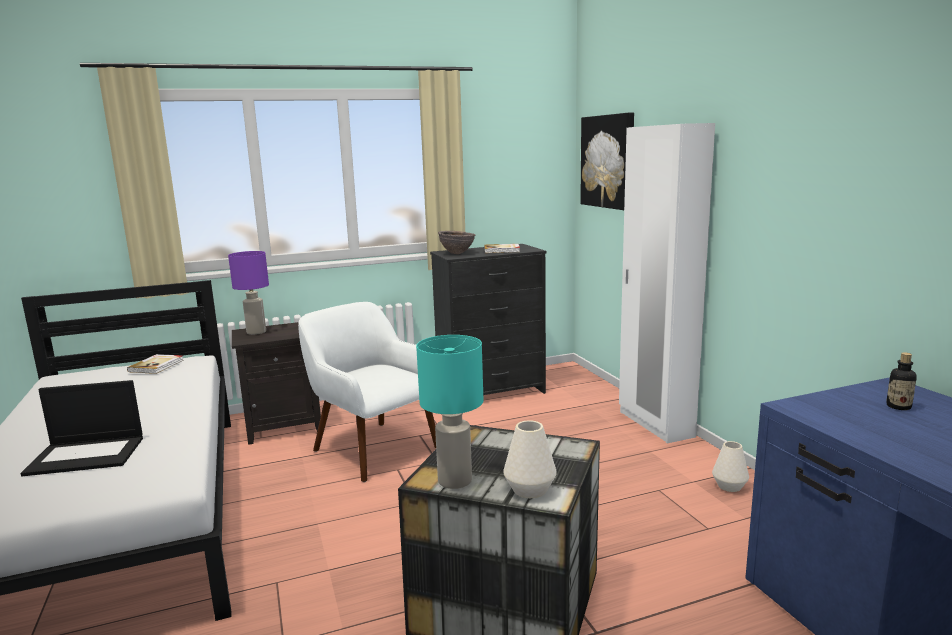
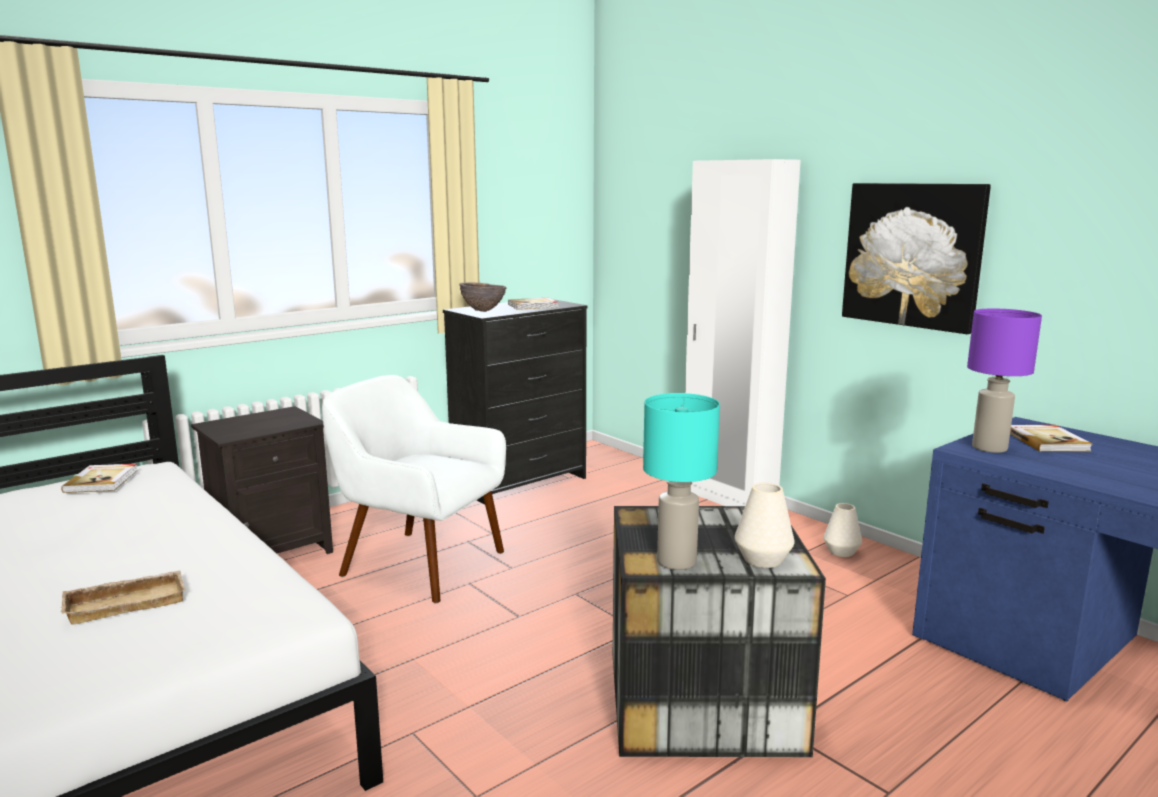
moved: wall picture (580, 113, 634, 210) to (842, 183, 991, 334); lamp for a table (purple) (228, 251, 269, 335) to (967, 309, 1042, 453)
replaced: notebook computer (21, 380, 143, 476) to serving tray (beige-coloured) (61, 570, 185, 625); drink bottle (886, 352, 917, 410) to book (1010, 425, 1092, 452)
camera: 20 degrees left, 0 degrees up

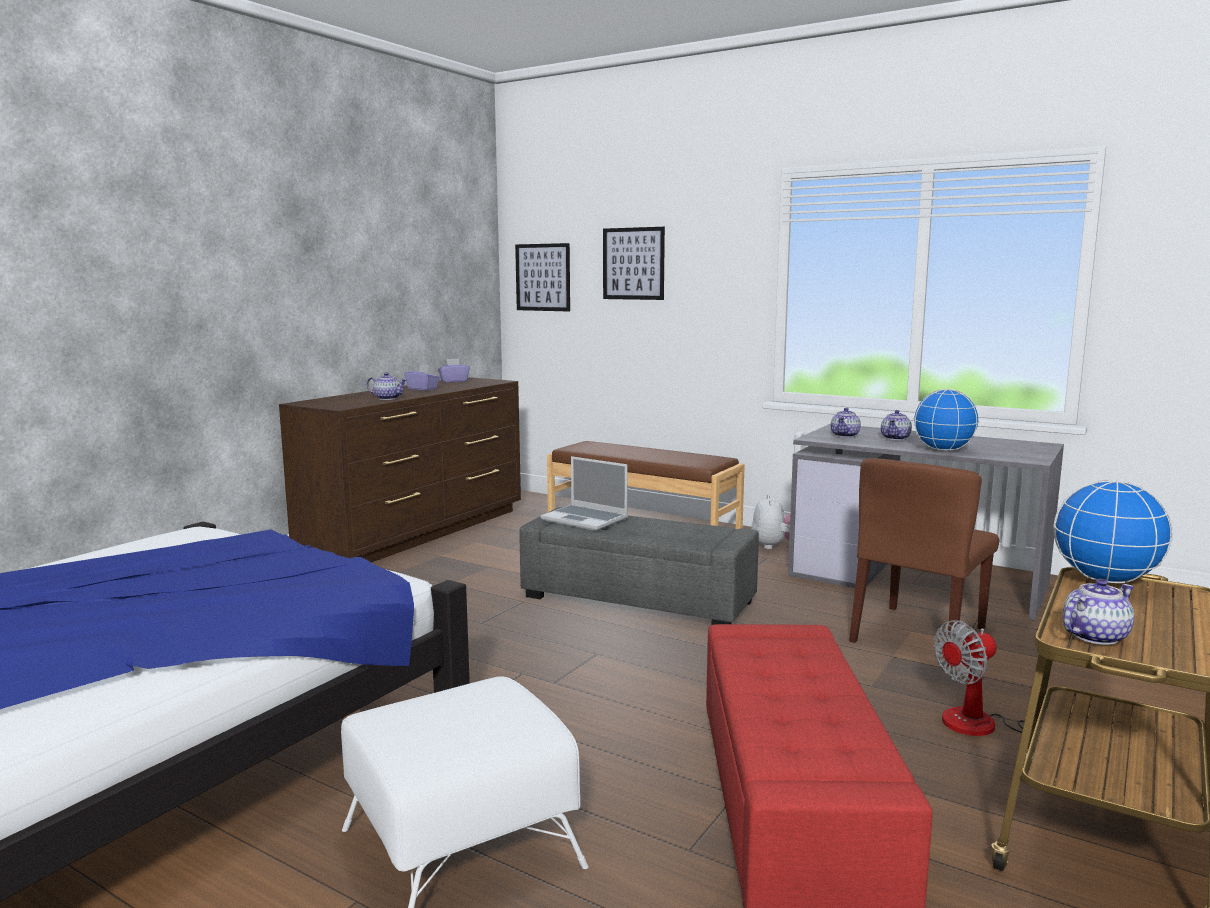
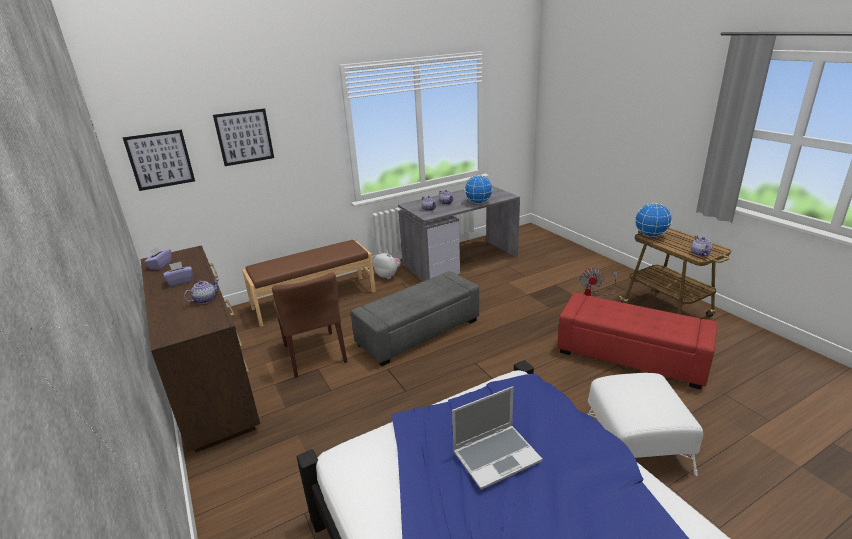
moved: upright chair (brown) (849, 458, 999, 668) to (272, 272, 348, 378); notebook computer (541, 456, 628, 531) to (452, 386, 543, 490)
camera: 60 degrees left, 15 degrees up

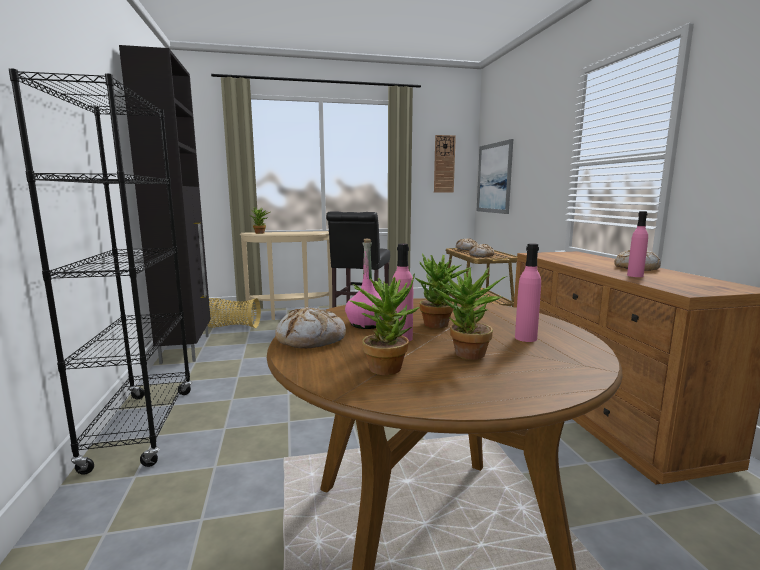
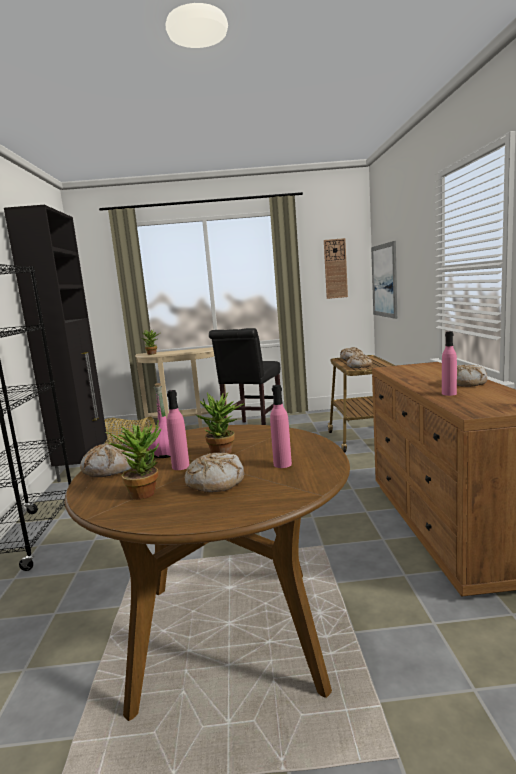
replaced: plant in a pot (434, 266, 505, 360) to bread (185, 453, 244, 492)
camera: 10 degrees right, 0 degrees up

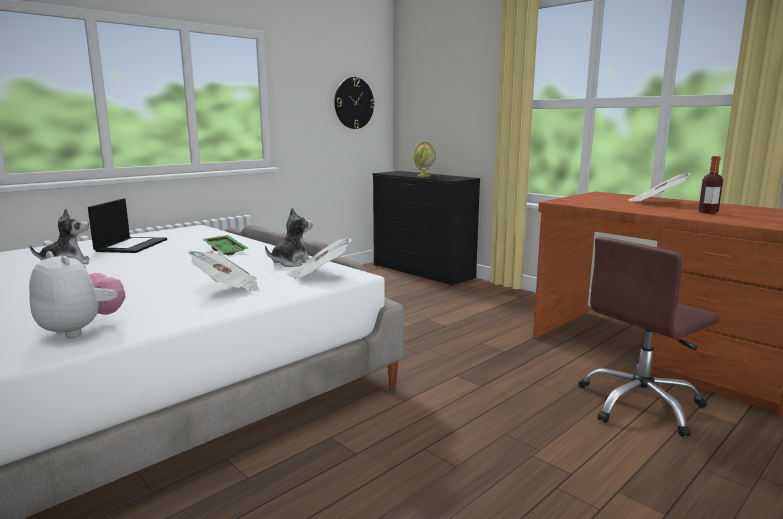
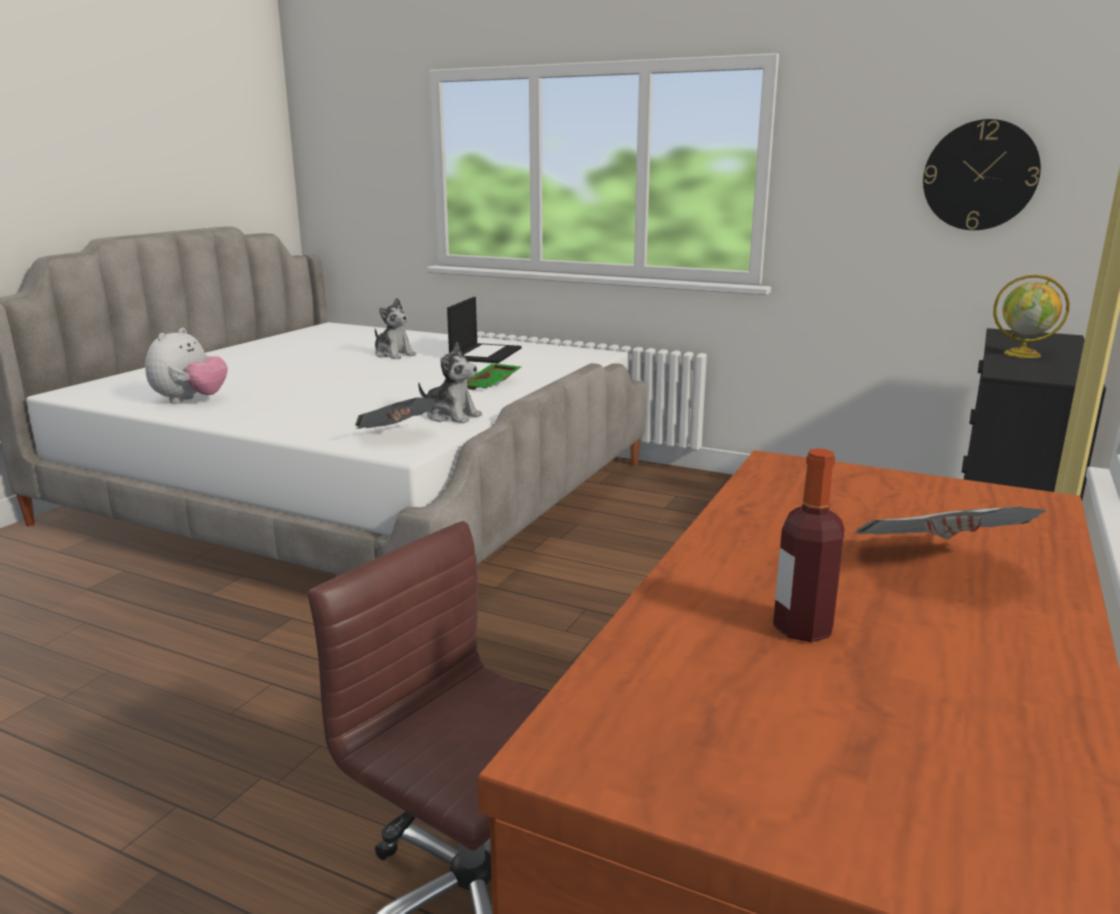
removed: printed paper (188, 251, 260, 292)
turned: notebook computer (88, 198, 167, 253) = (447, 297, 521, 363) 60 degrees counterclockwise
camera: 70 degrees right, 5 degrees up

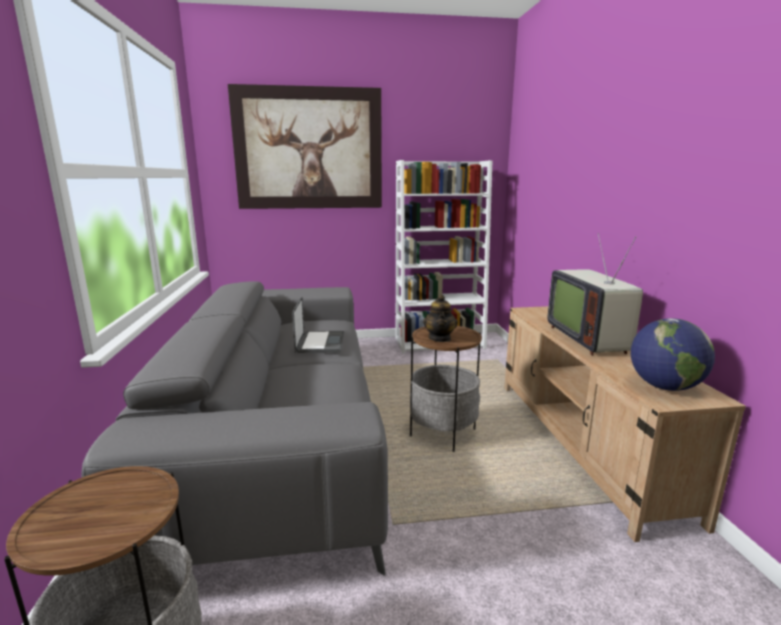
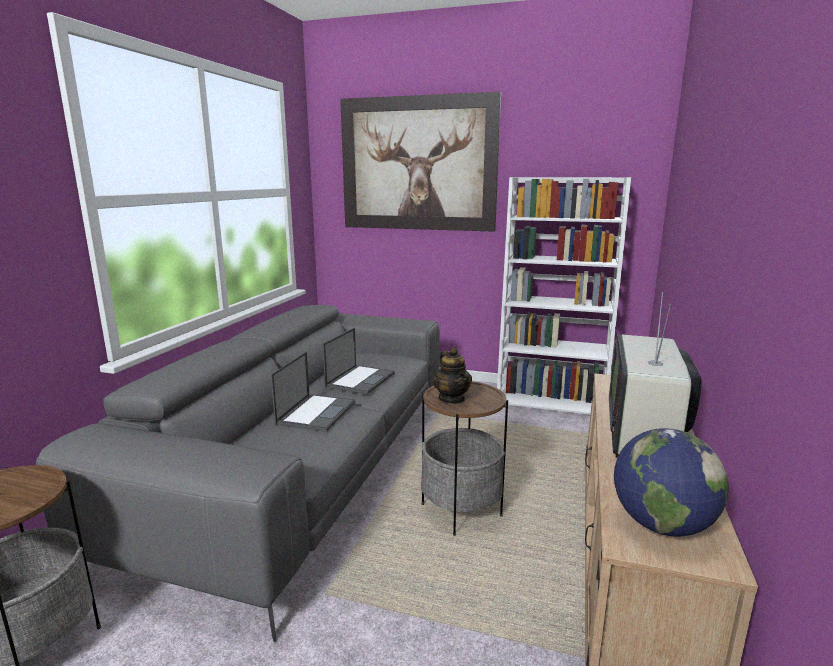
added: notebook computer (271, 352, 355, 432)
turned: teapot (423, 295, 458, 342) = (433, 348, 472, 404) 45 degrees counterclockwise
camera: 25 degrees right, 0 degrees up

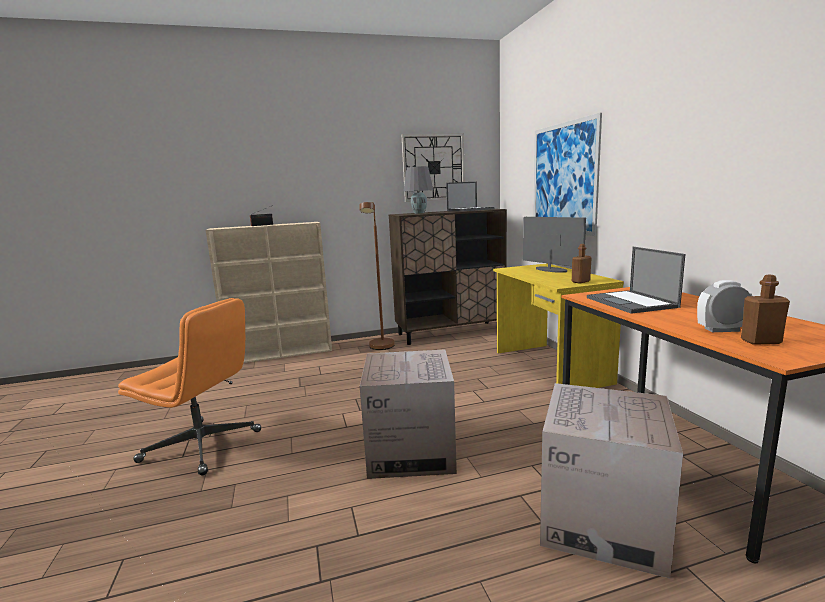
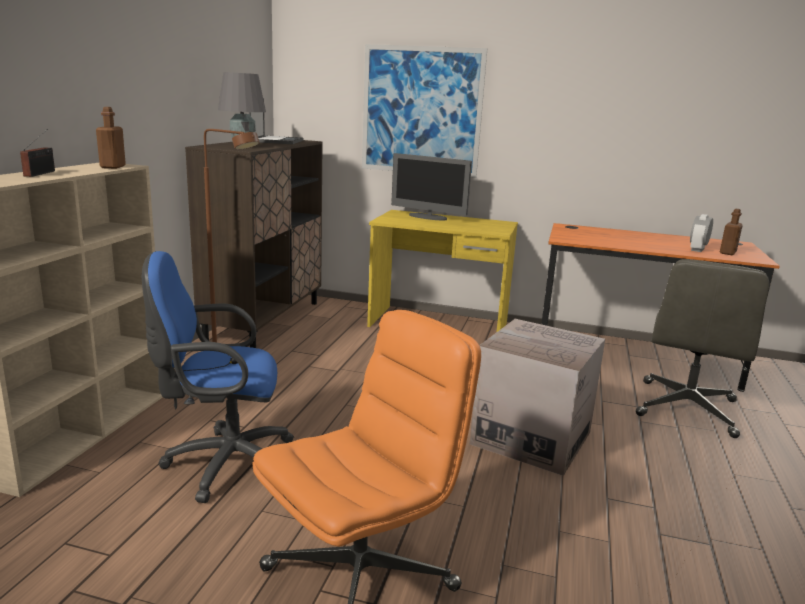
removed: clock on the wall (402, 133, 465, 202); notebook computer (587, 247, 685, 314)
added: computer chair (blue-coloured) (142, 251, 294, 503)
moved: drink bottle (brown) (572, 244, 591, 284) to (96, 107, 126, 169)
replaced: carton (540, 383, 683, 578) to computer chair (greyish) (636, 259, 769, 438)
turned: computer display (523, 217, 586, 273) = (391, 153, 472, 220) 150 degrees counterclockwise
camera: 60 degrees left, 5 degrees up

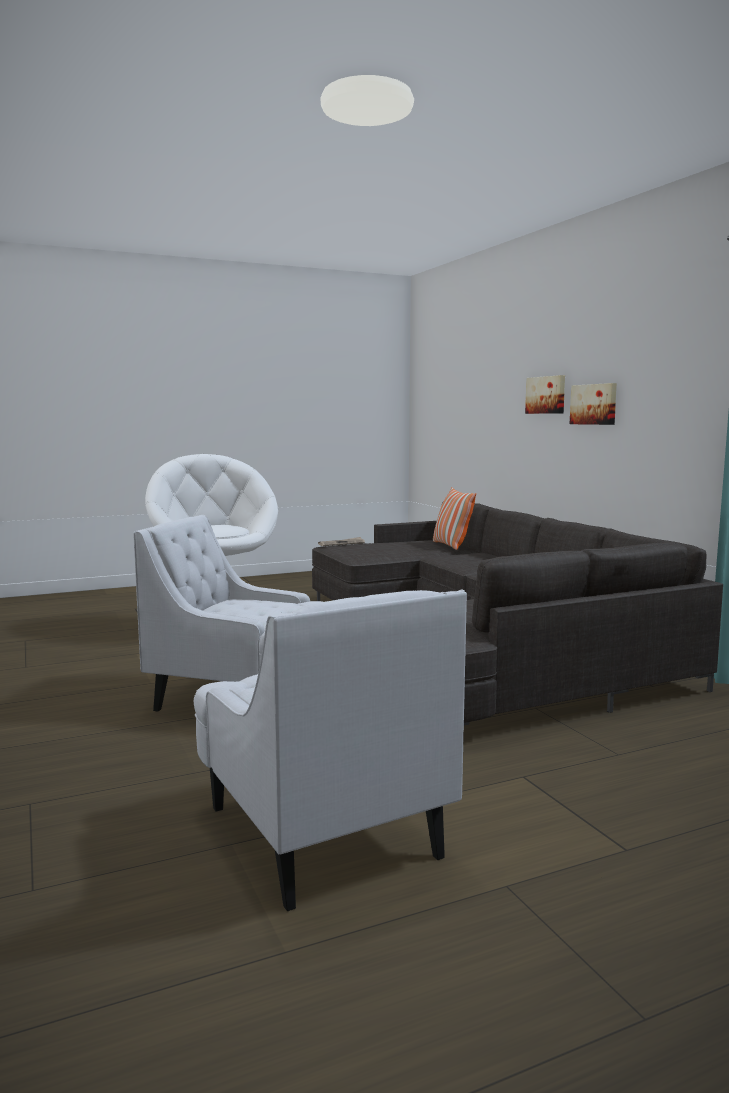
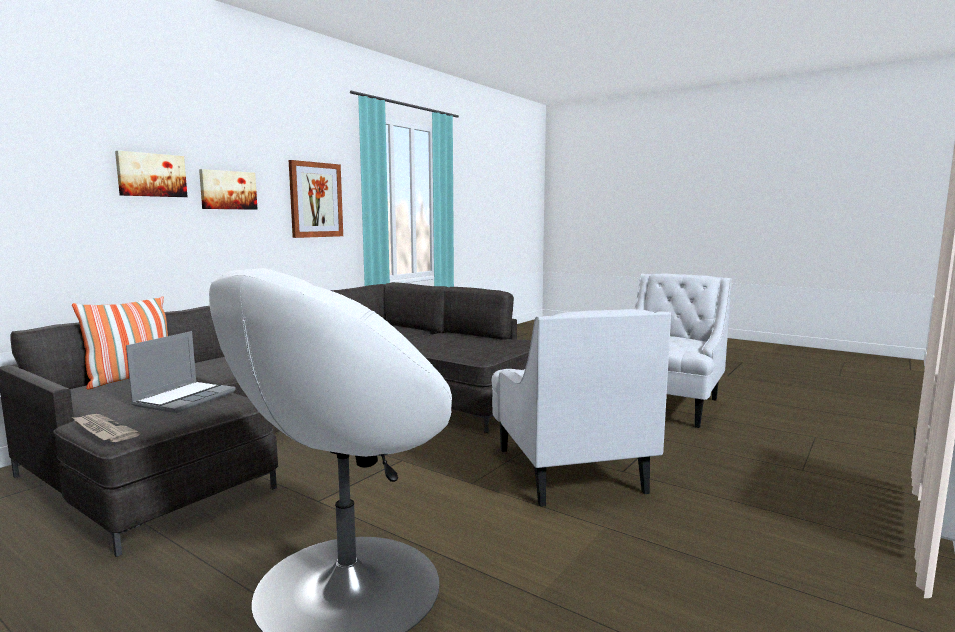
added: notebook computer (126, 331, 236, 413); wall picture (289, 160, 343, 238)
camera: 120 degrees left, 0 degrees up

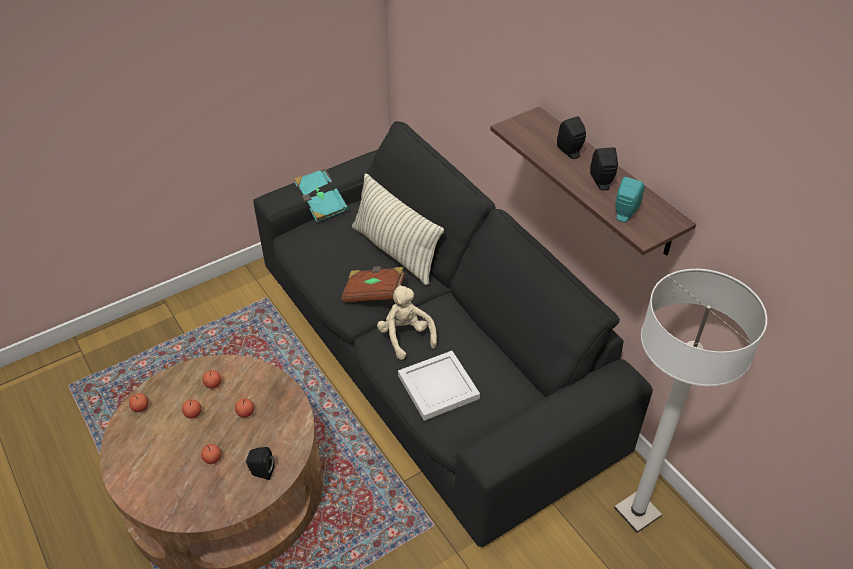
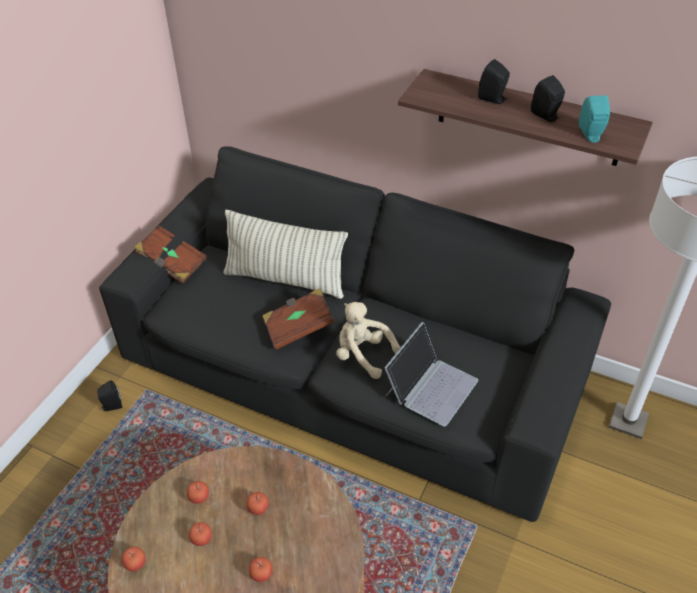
moved: audio speaker (black-coloured) (246, 447, 275, 480) to (97, 380, 122, 411)
replaced: serving tray (white) (398, 351, 480, 421) to notebook computer (385, 322, 478, 427)
recoloured: book (turquoise-coloured) (294, 169, 348, 222) to book (brown) (134, 225, 207, 284)
camera: 30 degrees left, 0 degrees up

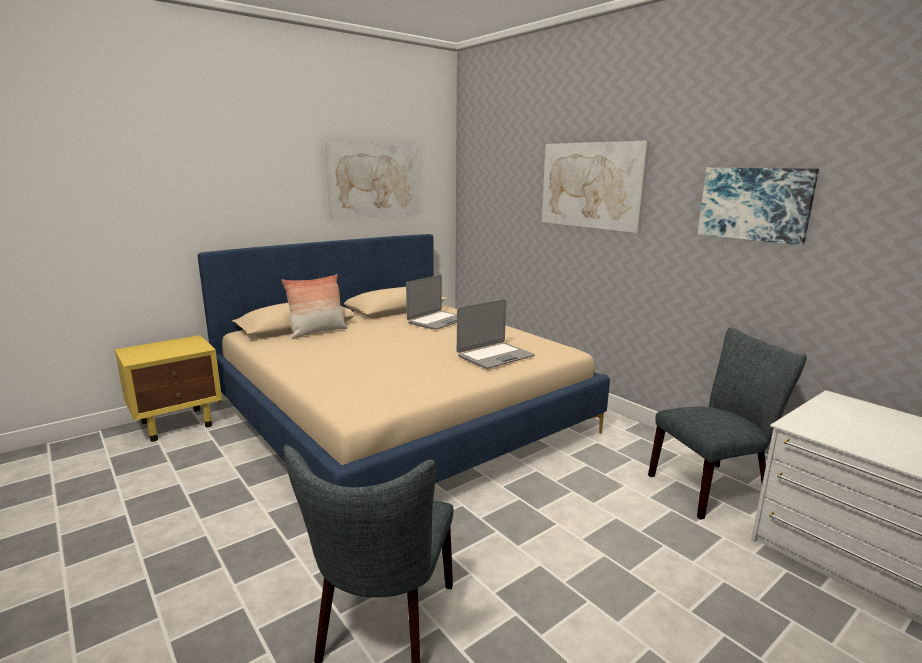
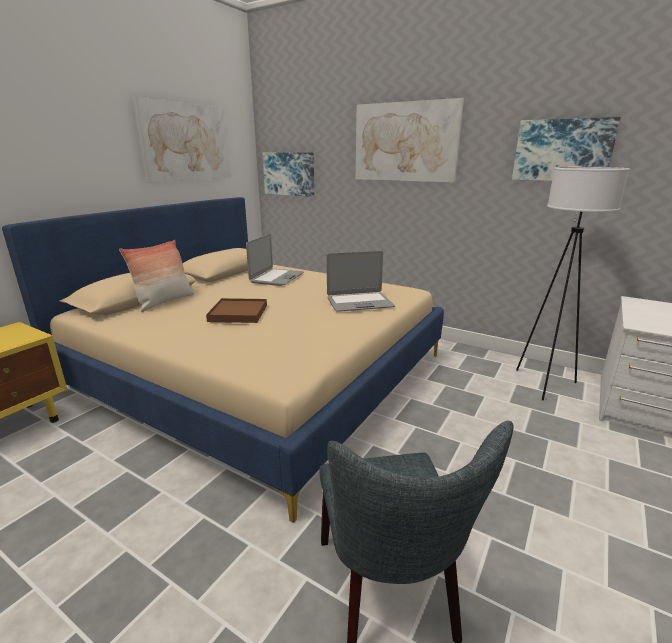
added: serving tray (brown) (206, 298, 267, 323); wall picture (263, 153, 314, 197)
replaced: upright chair (greyish) (648, 327, 807, 520) to floor lamp (white) (516, 167, 630, 400)
turned: notebook computer (457, 299, 535, 368) = (327, 251, 395, 312) 45 degrees clockwise
camera: 20 degrees left, 5 degrees up

